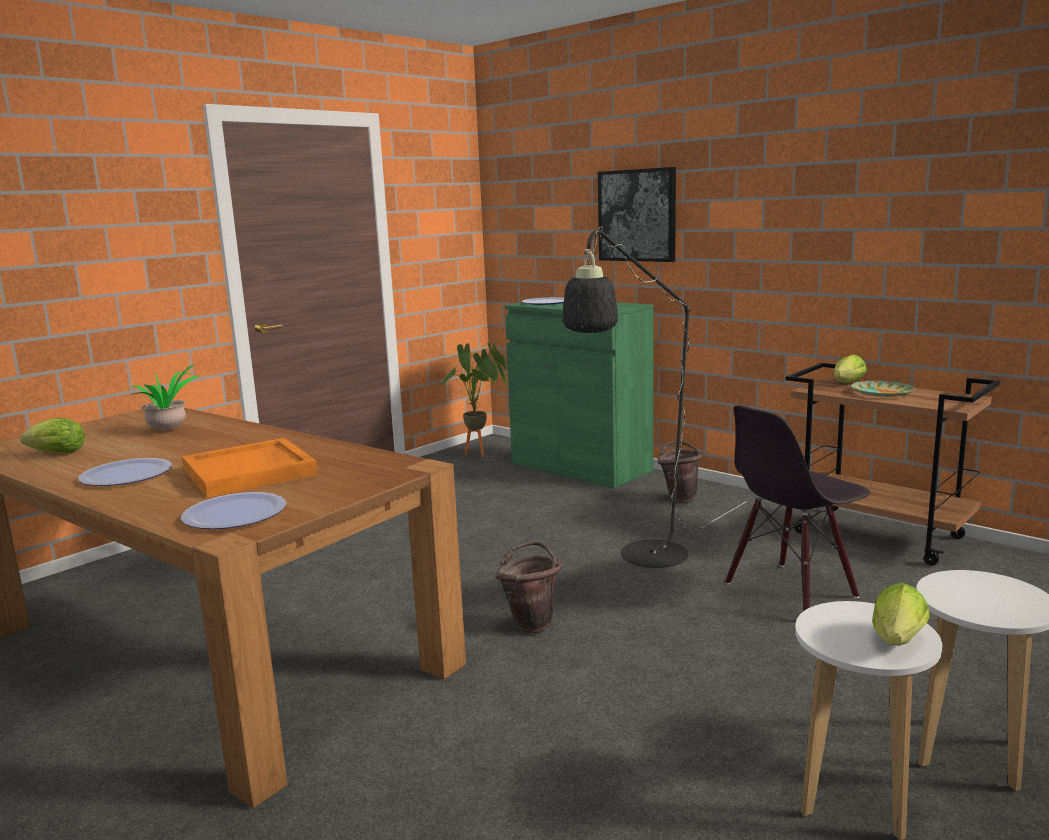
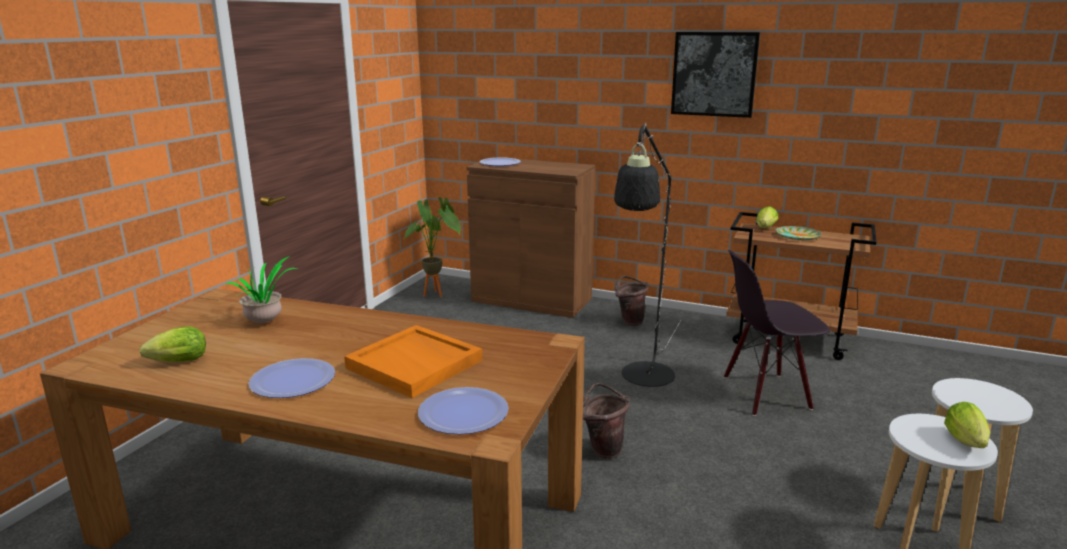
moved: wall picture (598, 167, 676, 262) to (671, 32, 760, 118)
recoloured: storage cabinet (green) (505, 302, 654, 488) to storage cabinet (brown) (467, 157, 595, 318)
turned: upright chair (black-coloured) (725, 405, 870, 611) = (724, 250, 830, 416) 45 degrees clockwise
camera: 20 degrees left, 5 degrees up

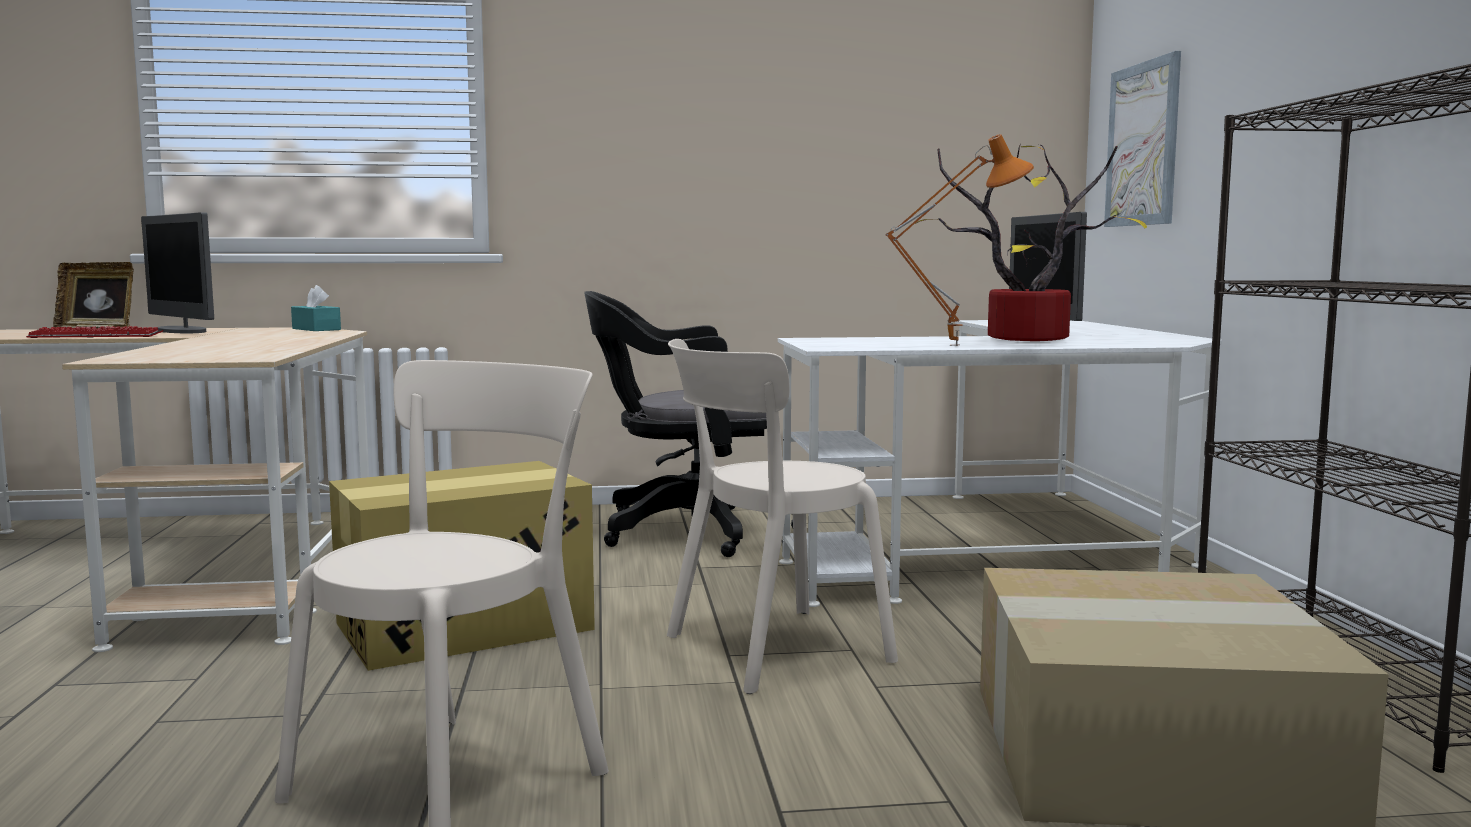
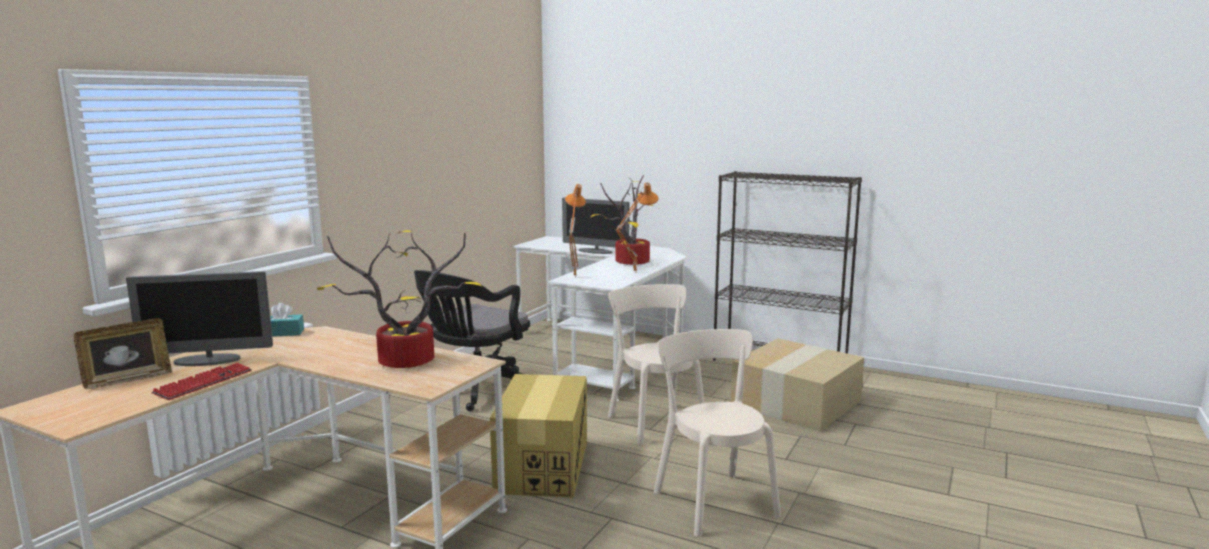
removed: wall picture (1104, 51, 1181, 227)
added: plant in a pot (317, 230, 482, 368); lamp for a table (orange-coloured) (565, 184, 586, 277)
turned: upright chair (beige-coloured) (667, 339, 898, 694) = (608, 284, 705, 445) 150 degrees clockwise
camera: 55 degrees left, 5 degrees up

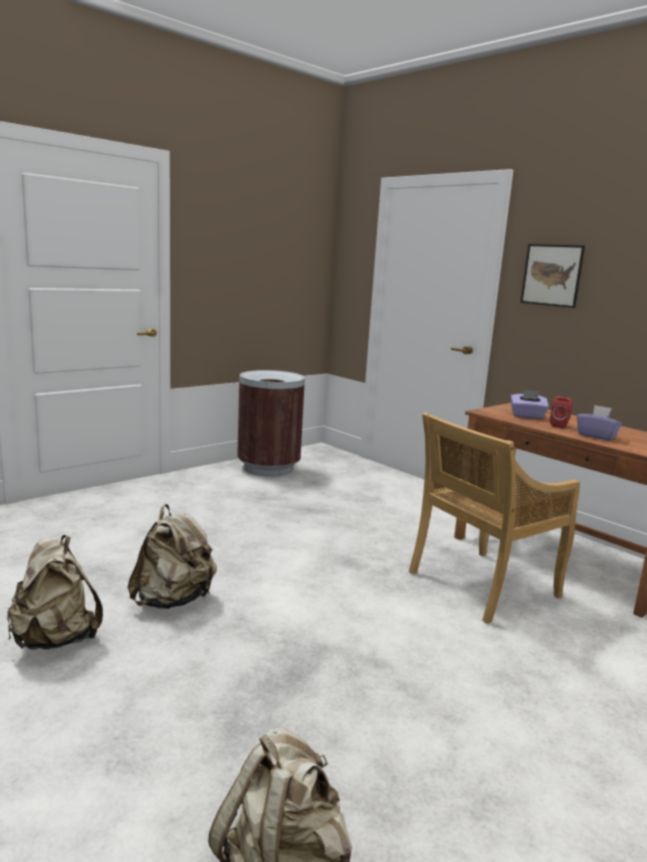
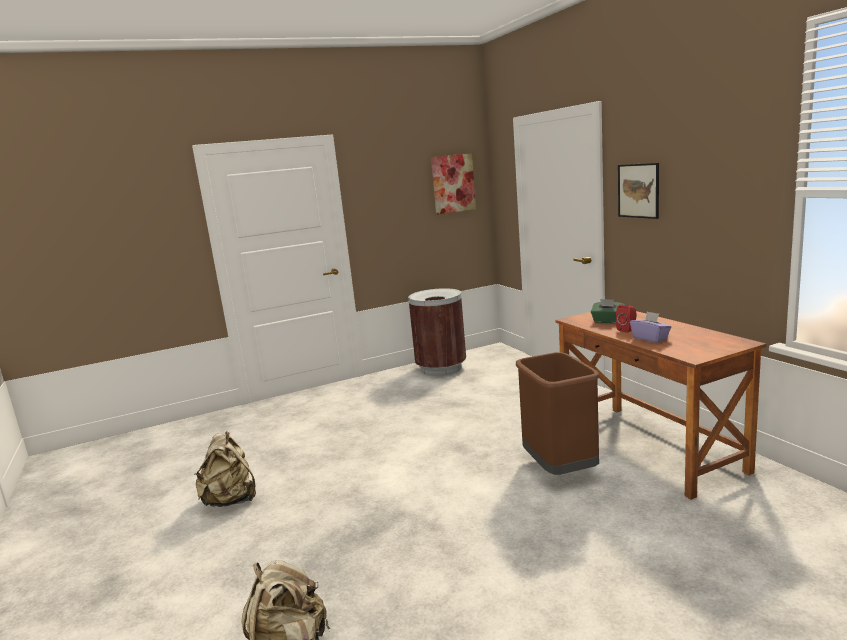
removed: backpack (beige-coloured) (127, 504, 217, 609)
added: wall picture (431, 153, 476, 214)
replaced: upright chair (beige-coloured) (409, 412, 580, 624) to trash can (brown) (516, 352, 600, 475)
recoloured: tissue box (purple) (511, 390, 549, 419) to tissue box (green) (591, 299, 625, 323)
camera: 20 degrees right, 0 degrees up

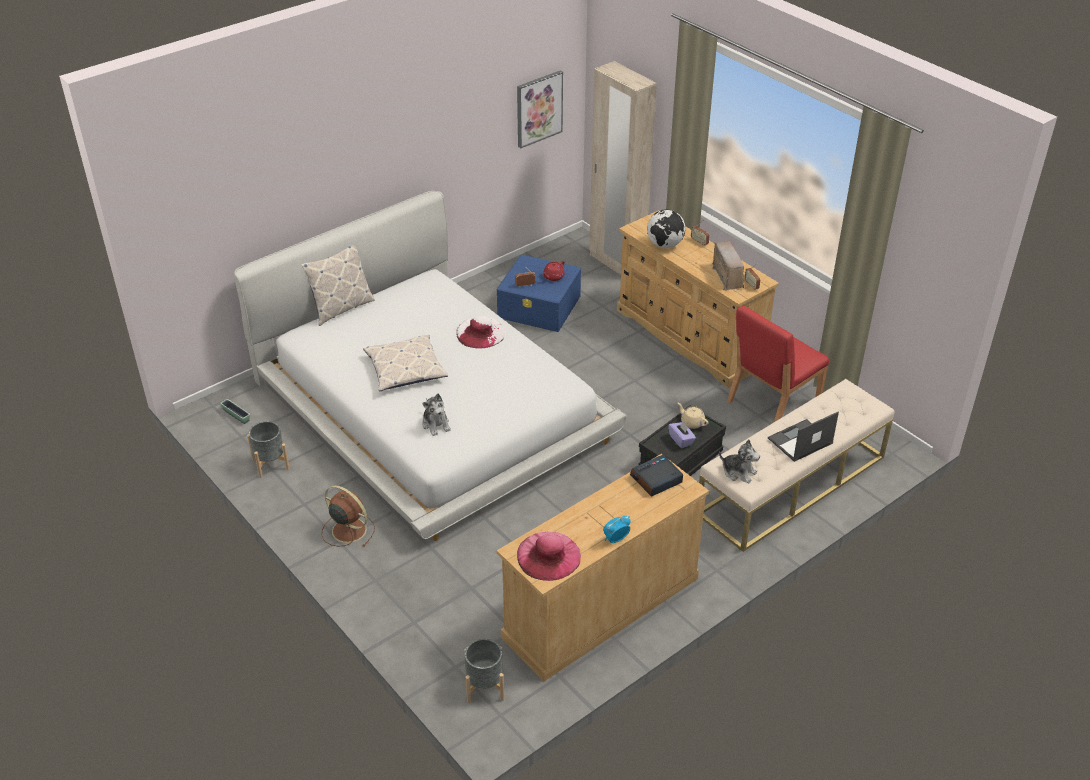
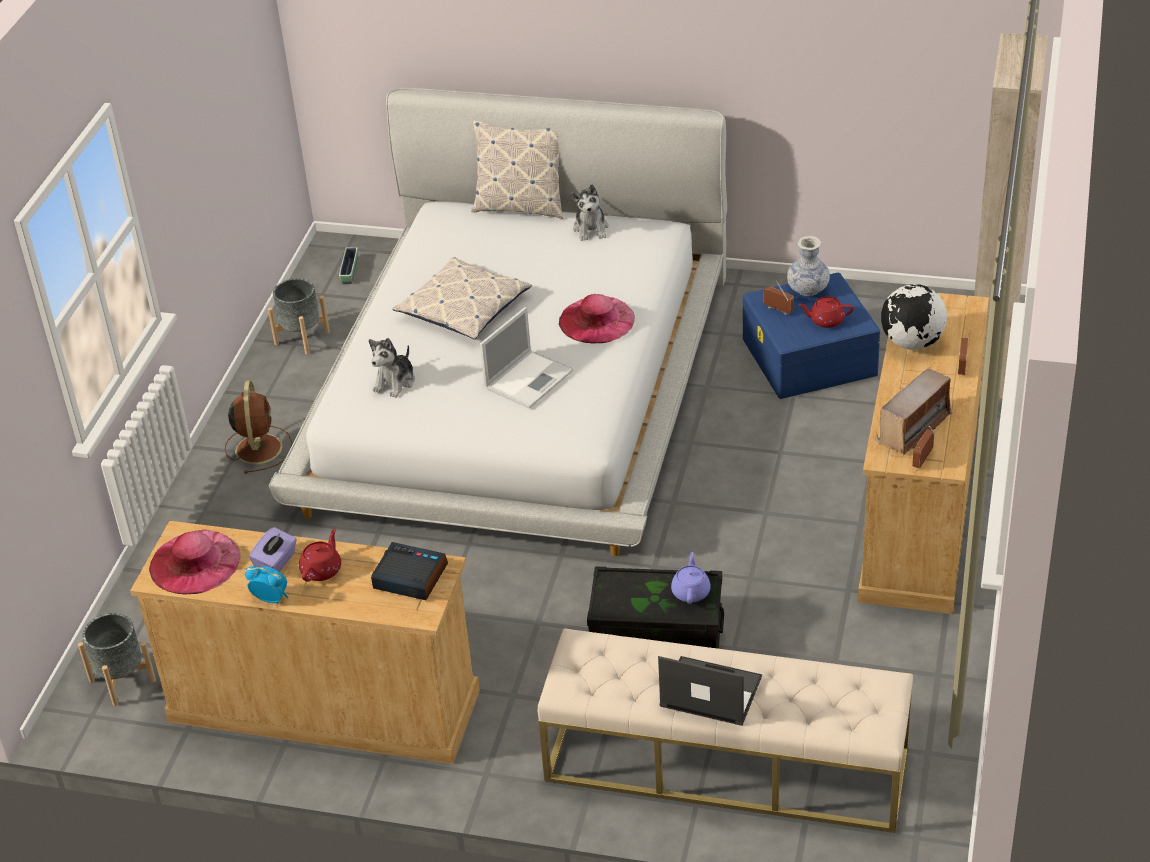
removed: wall picture (517, 70, 563, 148); upright chair (red-coloured) (727, 306, 829, 422)
added: teapot (red-coloured) (299, 529, 341, 581); notebook computer (480, 307, 574, 408); decorative vase (787, 236, 830, 296)
moved: tissue box (purple) (668, 421, 696, 448) to (249, 527, 297, 572); plush toy (719, 439, 760, 483) to (571, 184, 608, 241)
recoloured: clothing hat (white) (456, 315, 506, 349) to clothing hat (pinkish) (559, 294, 635, 344); teapot (beige-coloured) (678, 403, 709, 429) to teapot (purple) (671, 552, 711, 604)
camera: 55 degrees right, 0 degrees up

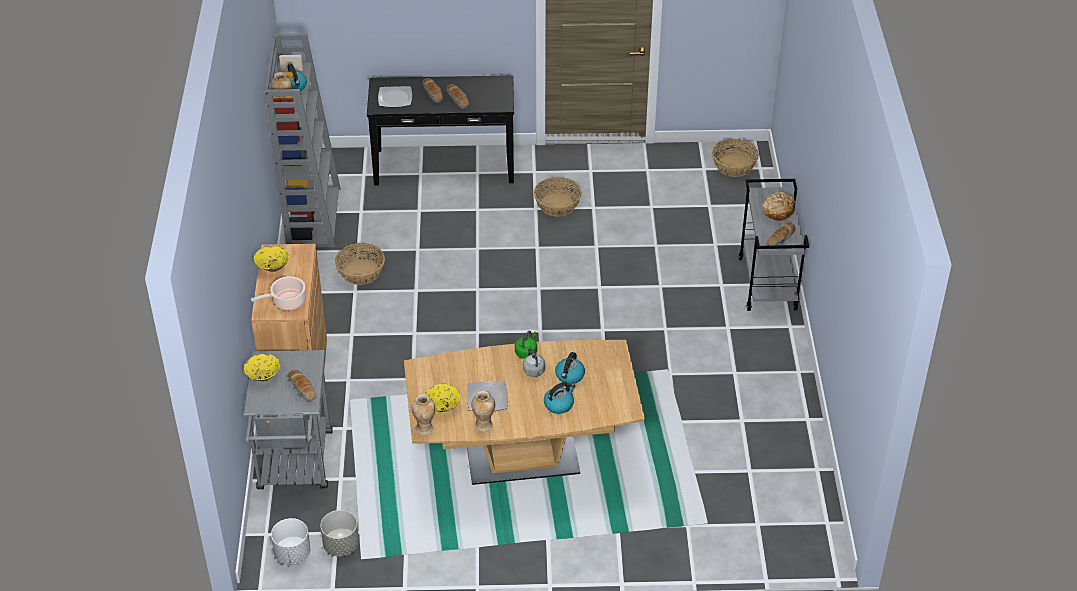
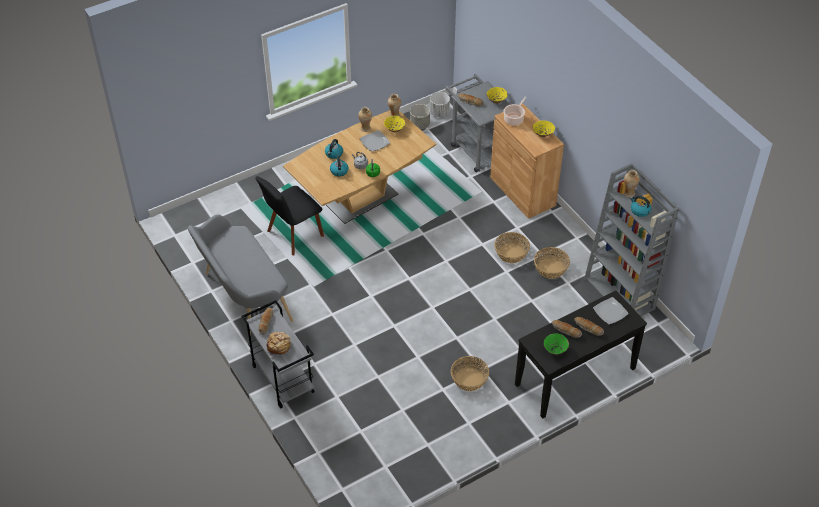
added: indoor bench (greyish) (188, 214, 293, 338); upright chair (black-coloured) (256, 176, 324, 255); serving bowl (green) (544, 333, 569, 355)
moved: basket (712, 139, 759, 177) to (494, 232, 530, 263)
camera: 150 degrees right, 5 degrees up

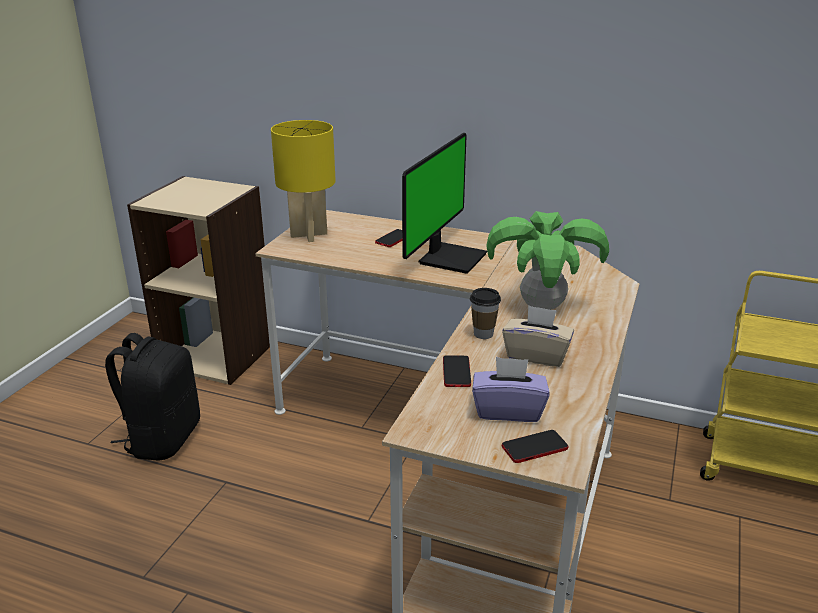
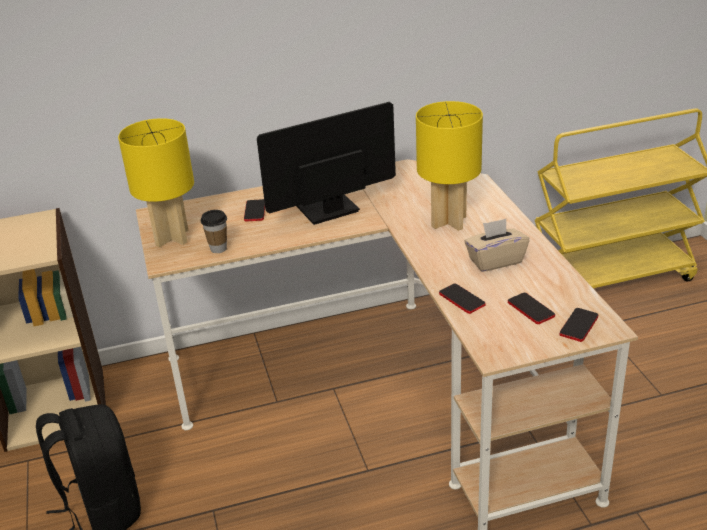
moved: cup (470, 288, 501, 339) to (201, 210, 227, 253)
replaced: plant in a pot (486, 211, 609, 310) to lamp for a table (yellowish) (416, 101, 483, 231); tissue box (purple) (472, 357, 550, 422) to telephone (508, 293, 555, 324)
turned: computer display (402, 133, 487, 274) = (257, 102, 396, 225) 105 degrees counterclockwise
camera: 35 degrees left, 5 degrees up

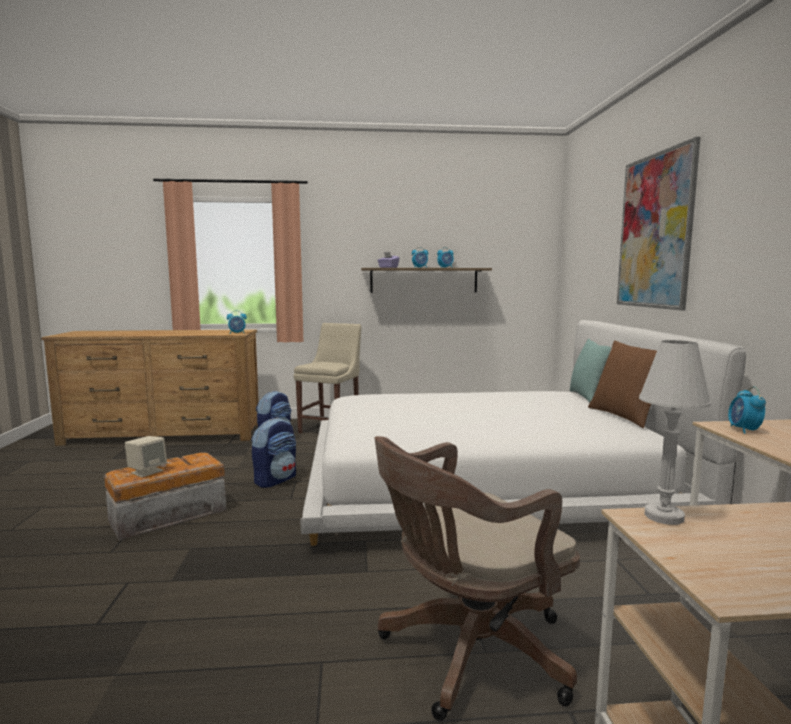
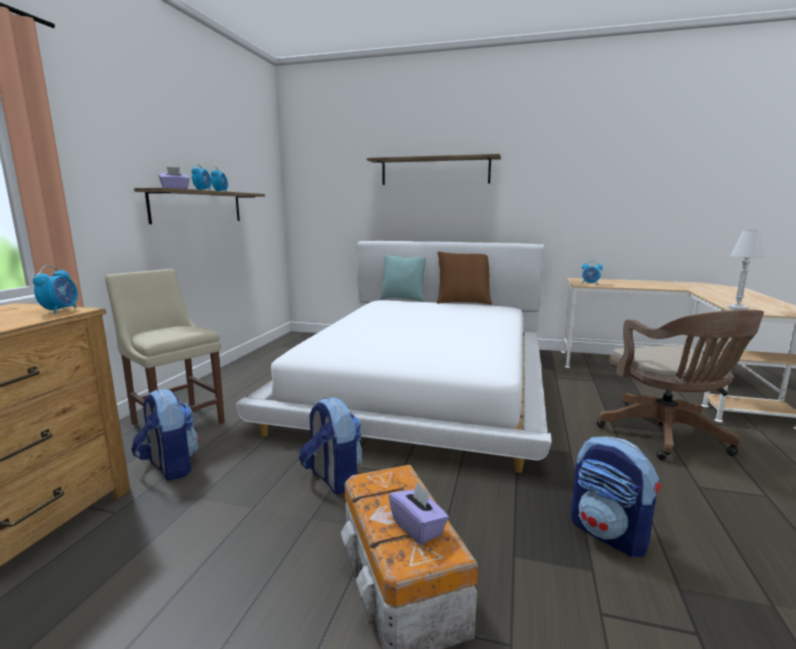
added: backpack (570, 436, 661, 557)
replaced: wall picture (617, 137, 700, 310) to wall shelf (367, 154, 501, 185); audio speaker (beige-coloured) (125, 436, 167, 478) to tissue box (purple) (389, 482, 449, 545)
camera: 70 degrees left, 5 degrees up

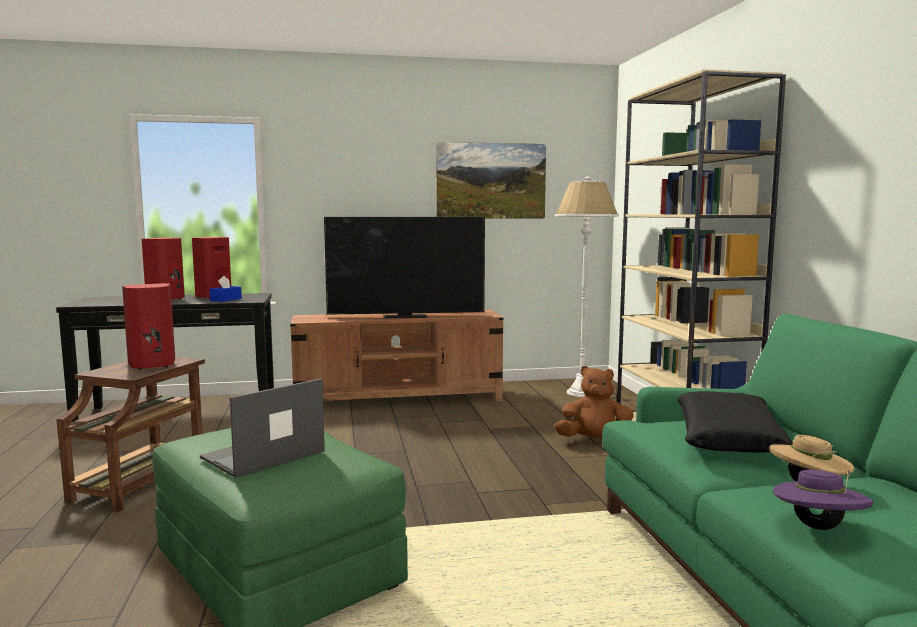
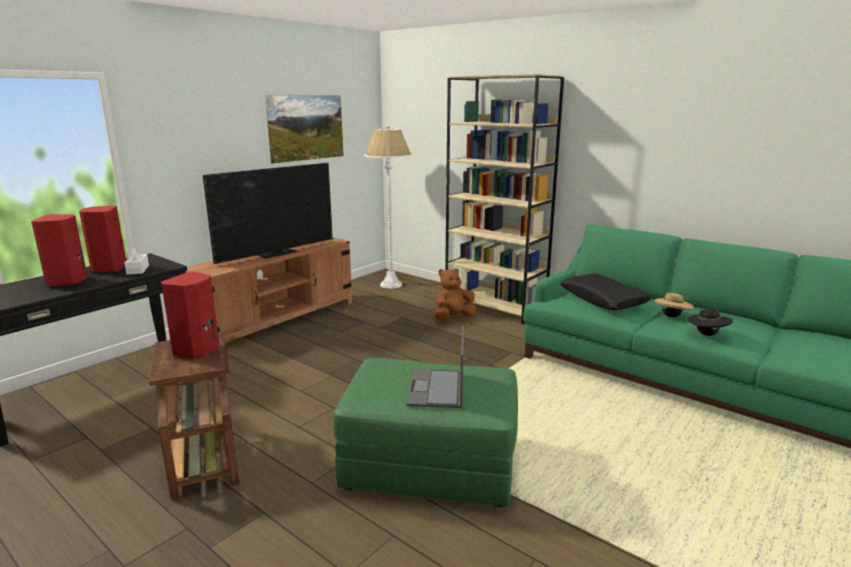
recoloured: tissue box (blue-coloured) (209, 276, 242, 302) to tissue box (white) (124, 247, 149, 275); clothing hat (purple) (773, 470, 873, 530) to clothing hat (black-coloured) (688, 307, 733, 336)
camera: 40 degrees left, 10 degrees up

